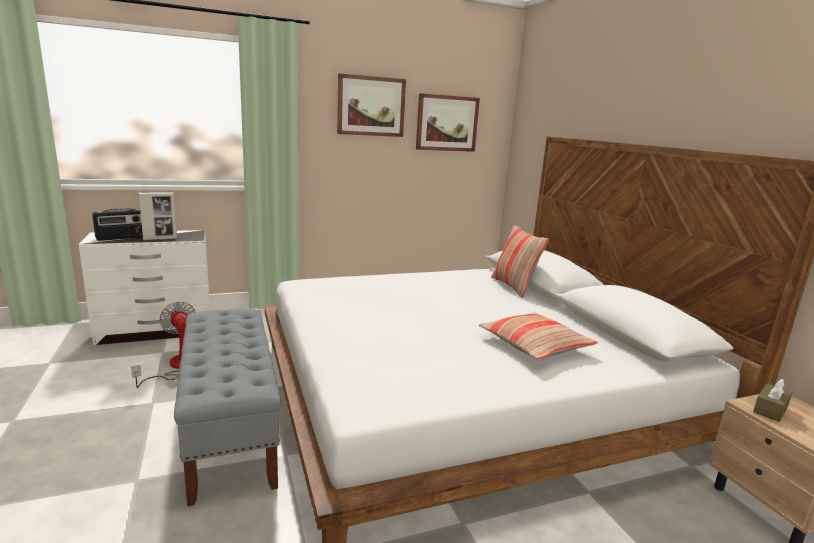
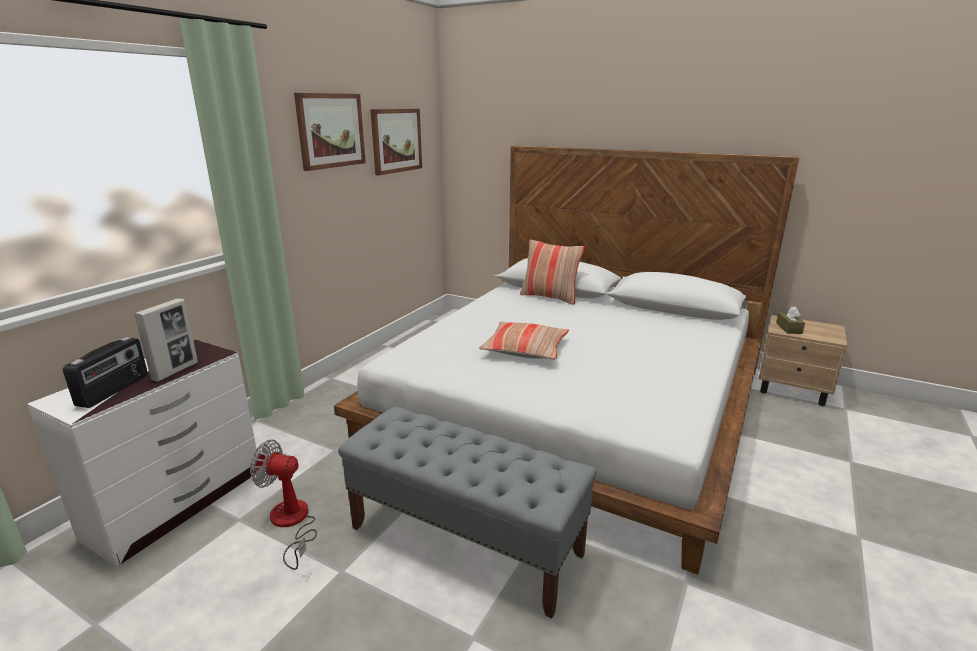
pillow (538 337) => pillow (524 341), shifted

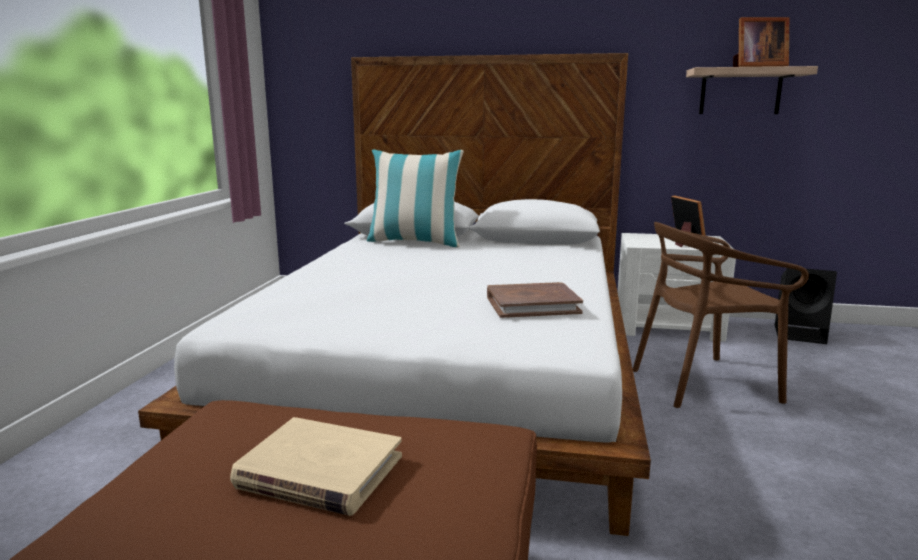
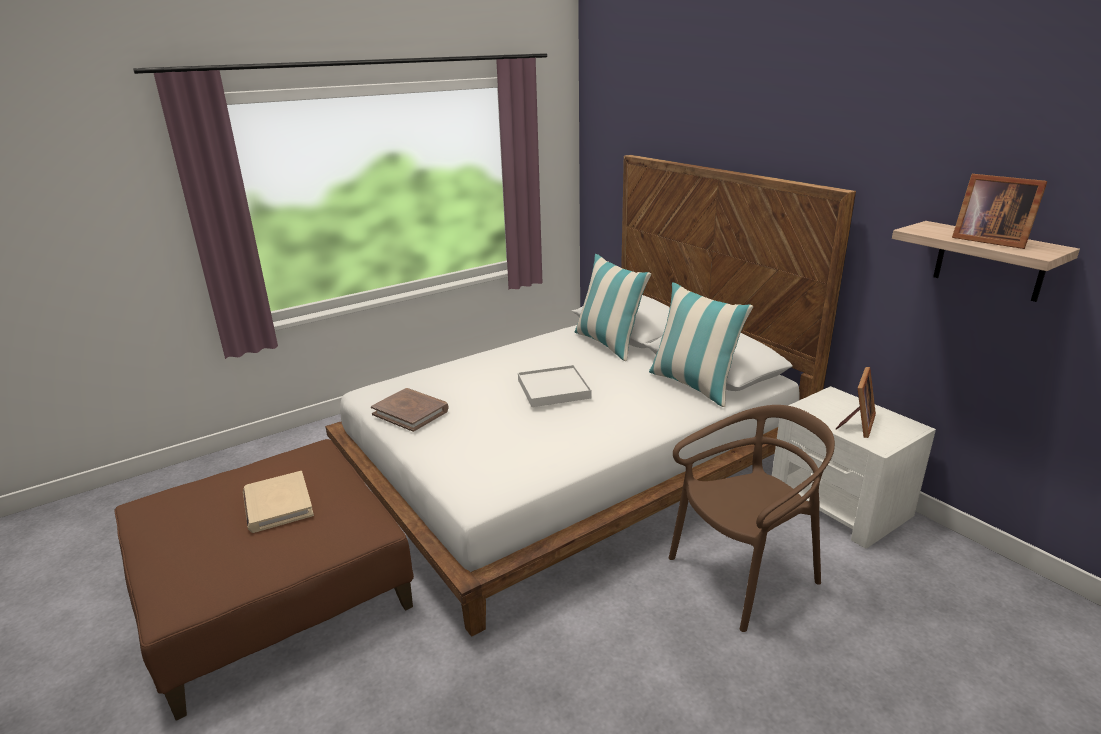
black speaker (806 306) => nothing
nothing => white tray (555 386)
nothing => pillow (701 344)
brown book (535 300) => brown book (410 410), shifted
brown chair (721 315) => brown chair (752 518), 120 degrees clockwise

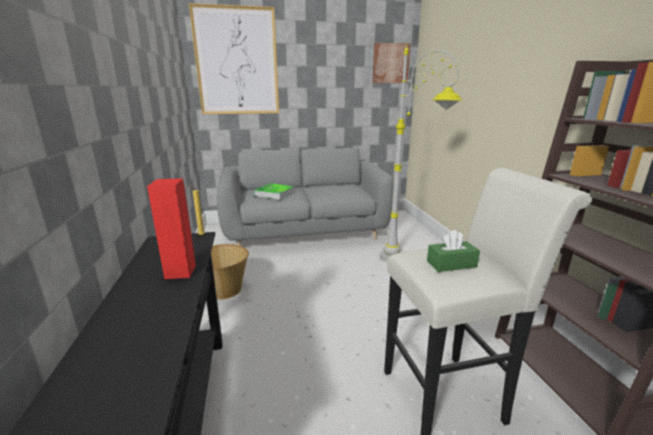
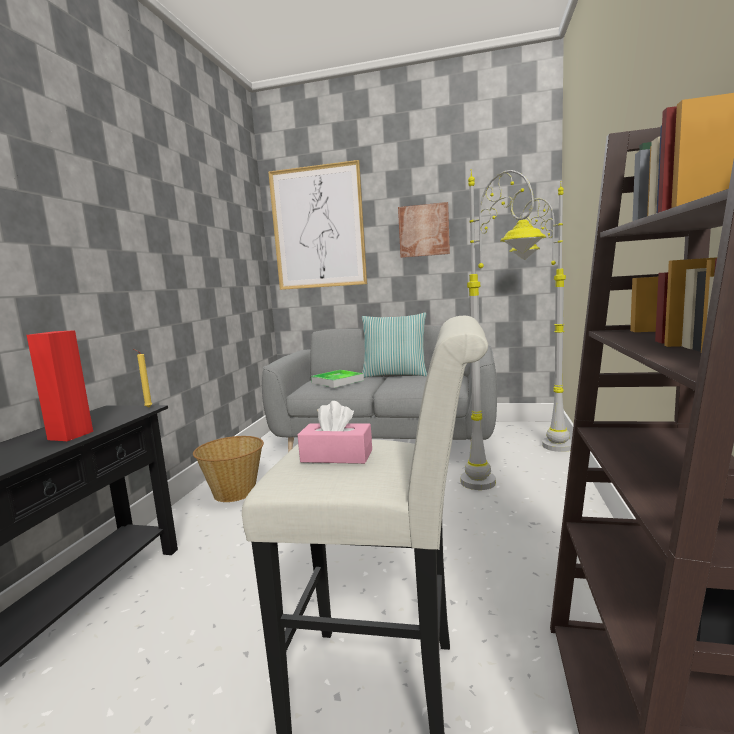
nothing => pillow (394 345)
nothing => grey floor lamp (540 316)
picture (392 63) => picture (424 230), shifted
green tissue box (453 251) => pink tissue box (335 432)

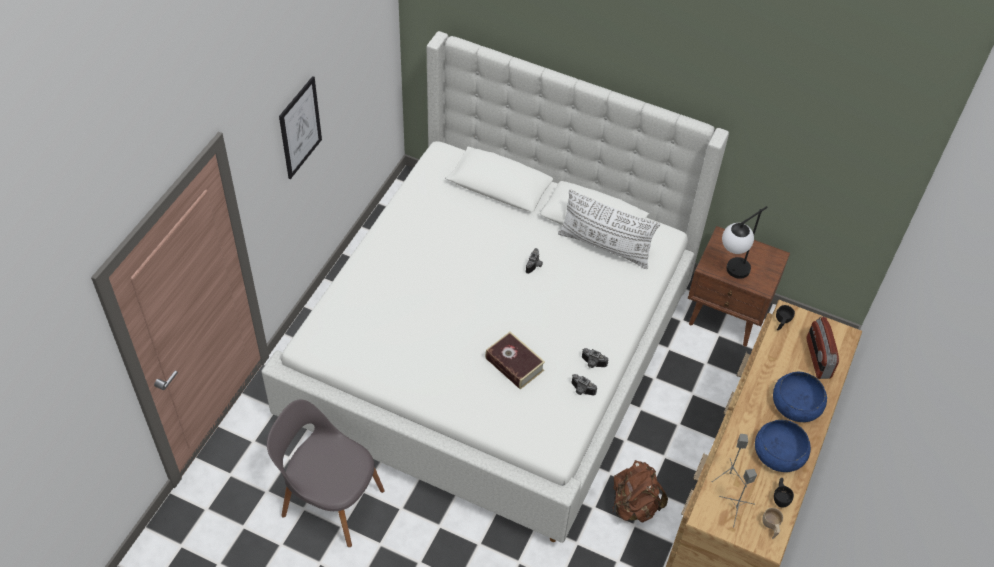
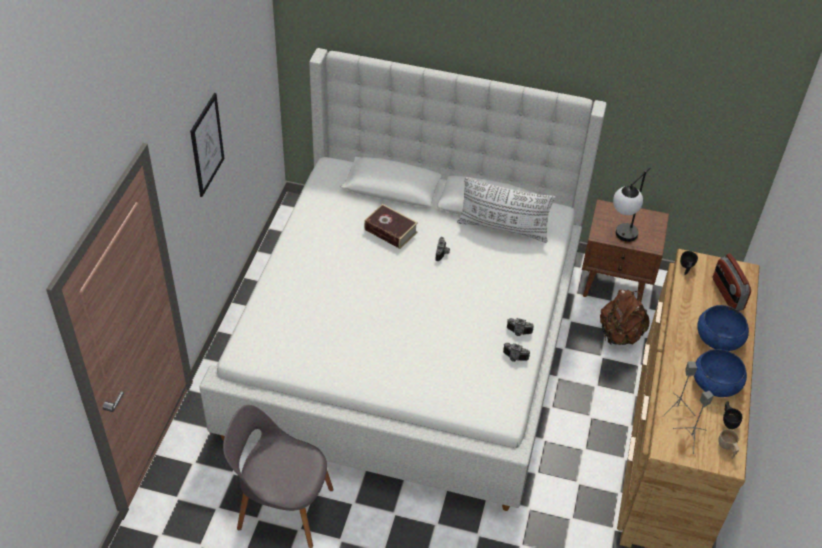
book (515 361) => book (391 226), shifted
brown backpack (640 491) => brown backpack (625 317), shifted

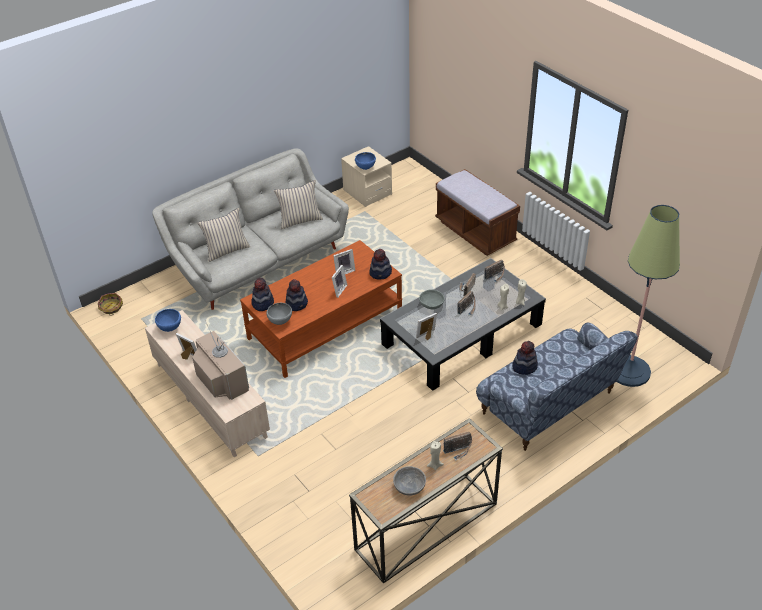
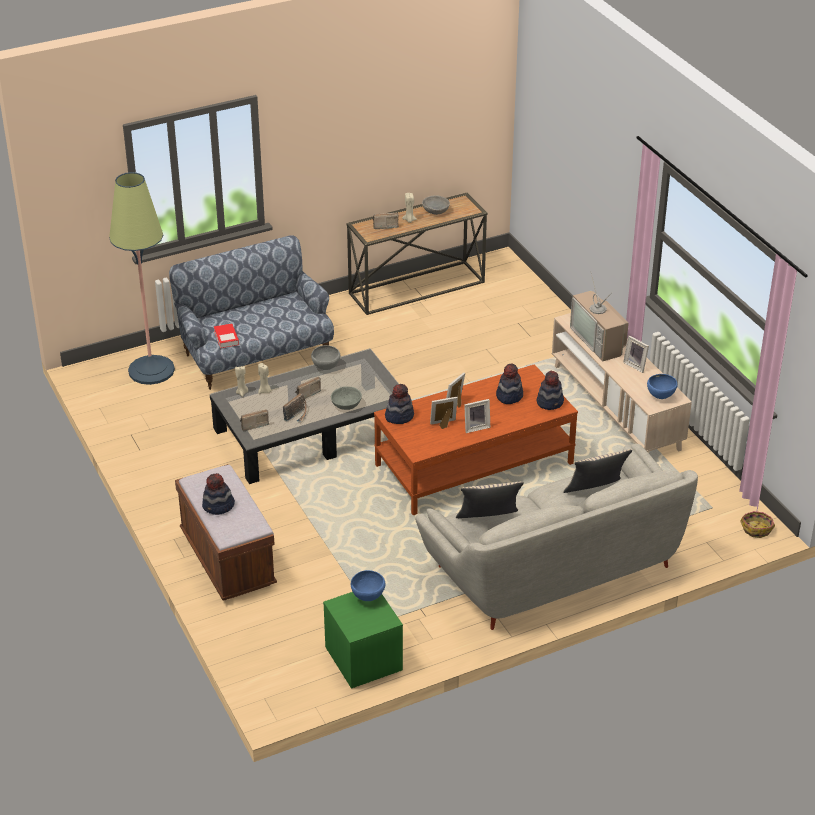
nothing => book (226 335)
grey bowl (279 314) => grey bowl (325 357), shifted
picture frame (426 326) => picture frame (477 416), shifted
hat (525 358) => hat (218 494), shifted
beige nightstand (366 176) => green nightstand (363 640)

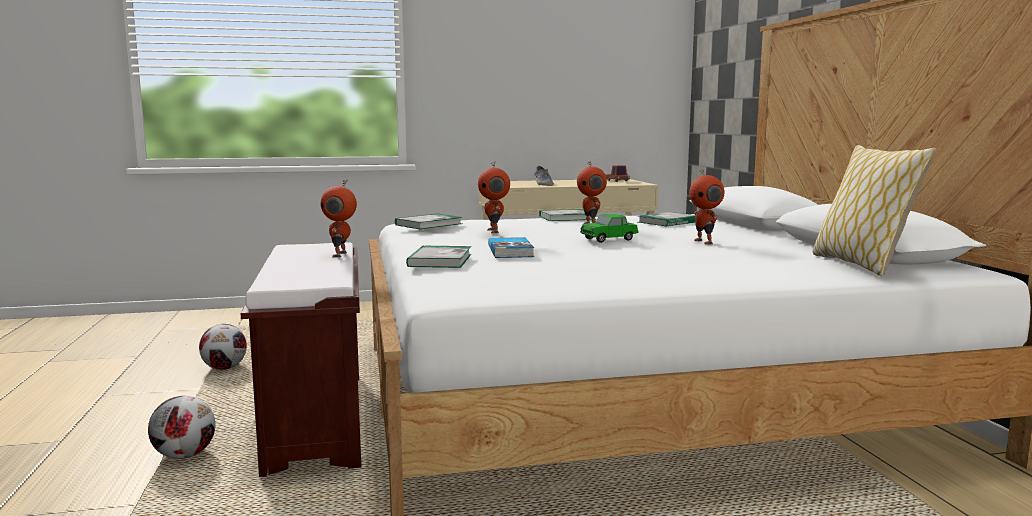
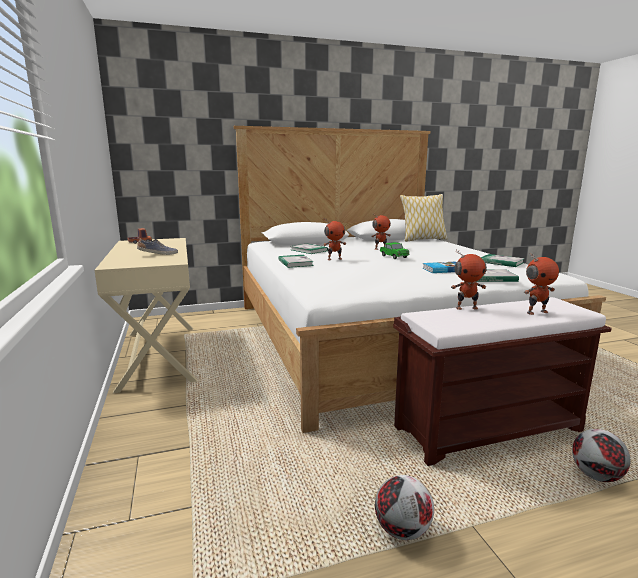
book (429 221) => book (503 260), shifted
toy robot (494 198) => toy robot (541 284), shifted

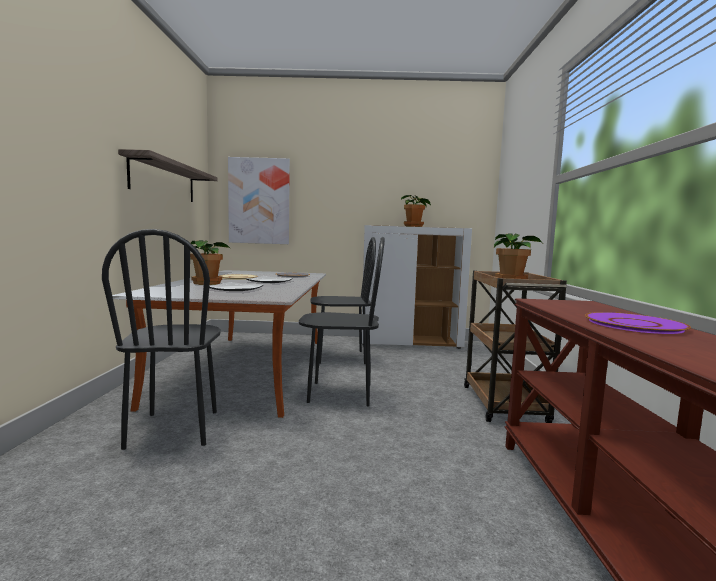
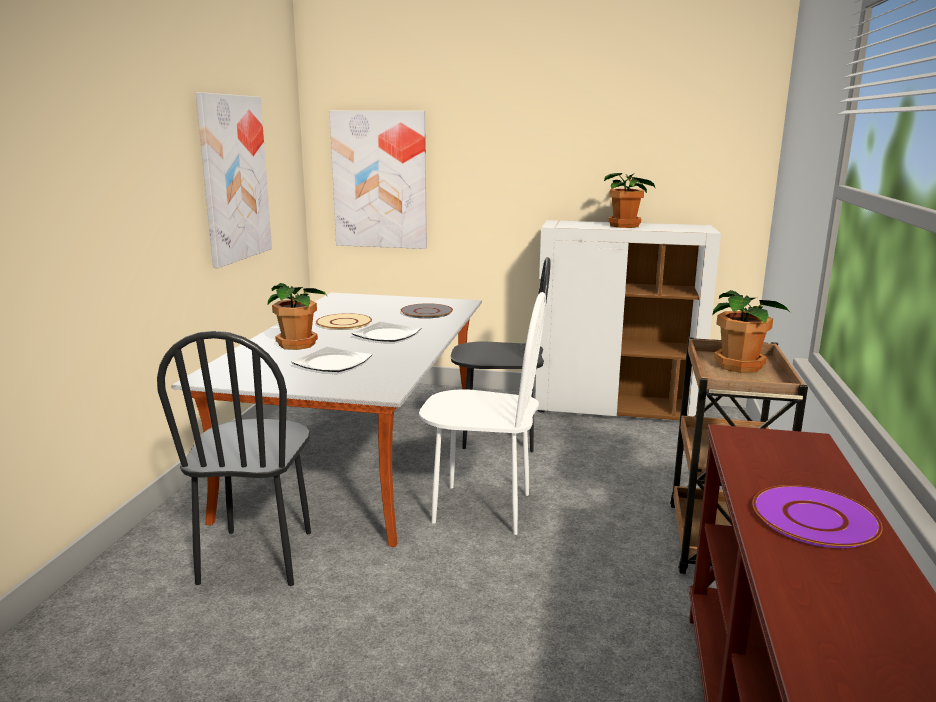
shelf (168 175) => picture (234 180)
black chair (342 322) => white chair (482 413)

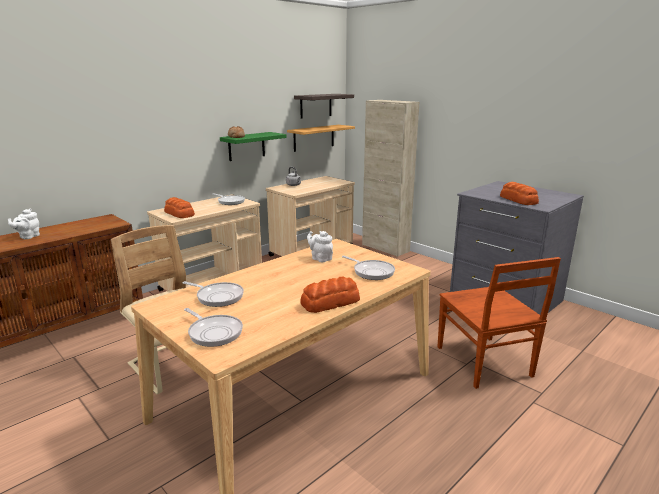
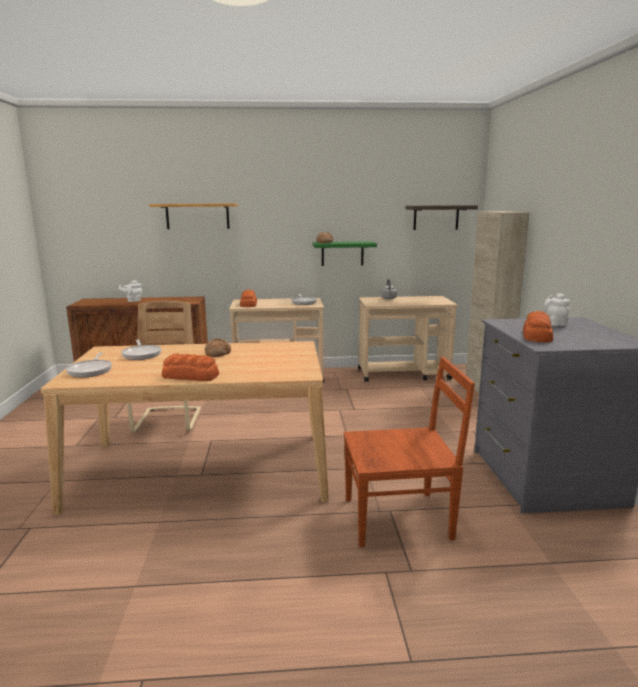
frying pan (368 268) => nothing
nothing => bread (218 348)
shelf (321 138) => shelf (193 216), shifted
white teapot (320 246) => white teapot (557 309), shifted
brown chair (499 323) => brown chair (409 452), 120 degrees counterclockwise

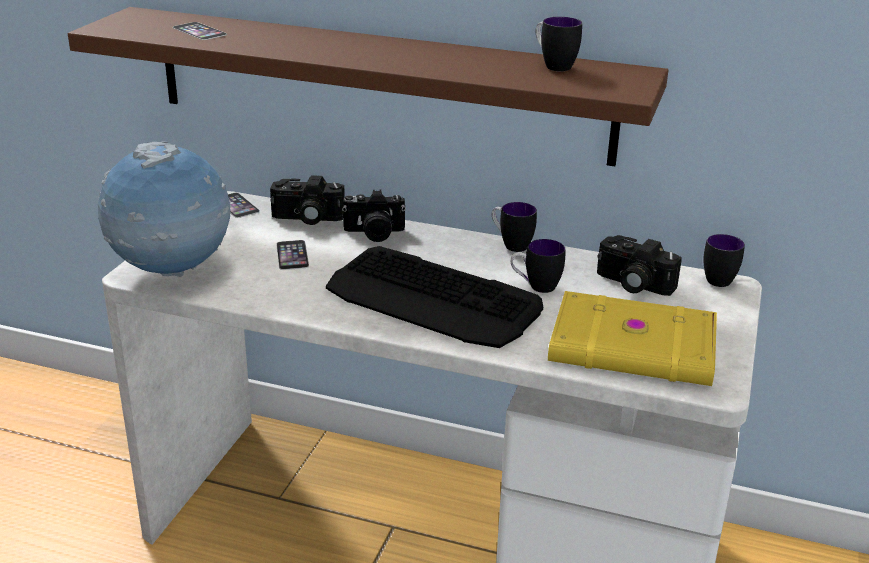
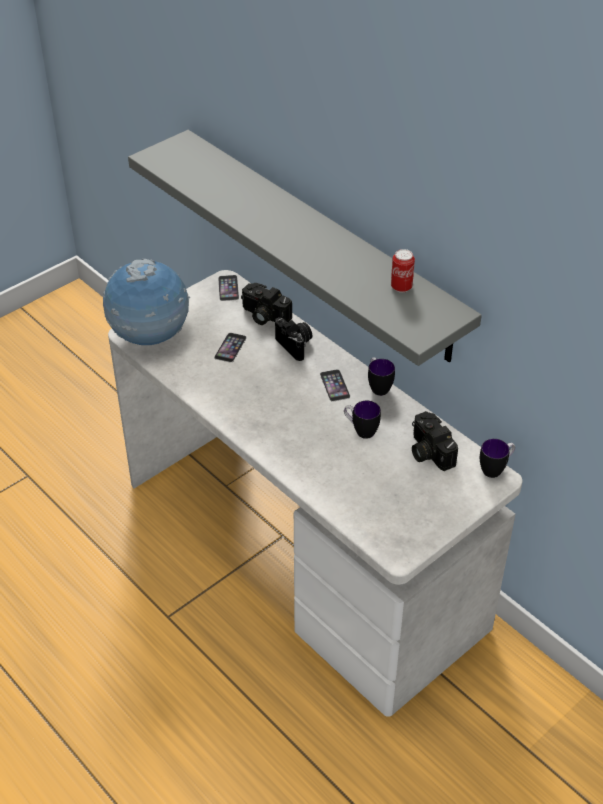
keyboard (434 297) => nothing
yellow book (632 338) => nothing
phone (200 31) => phone (335 385), shifted
mug (558 44) => can (403 271)
brown shelf (368 86) => grey shelf (305 248)
photo camera (374 216) => photo camera (293 339), 150 degrees counterclockwise

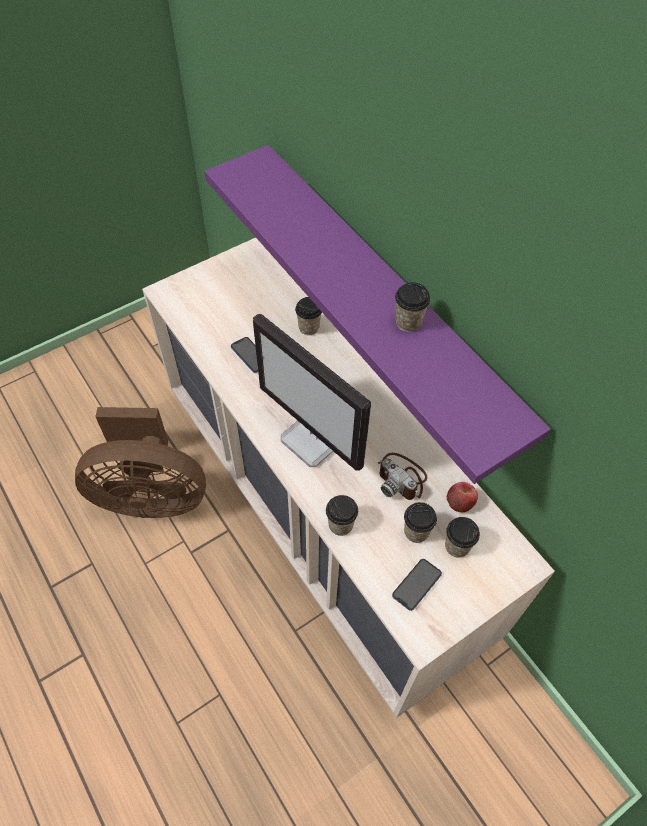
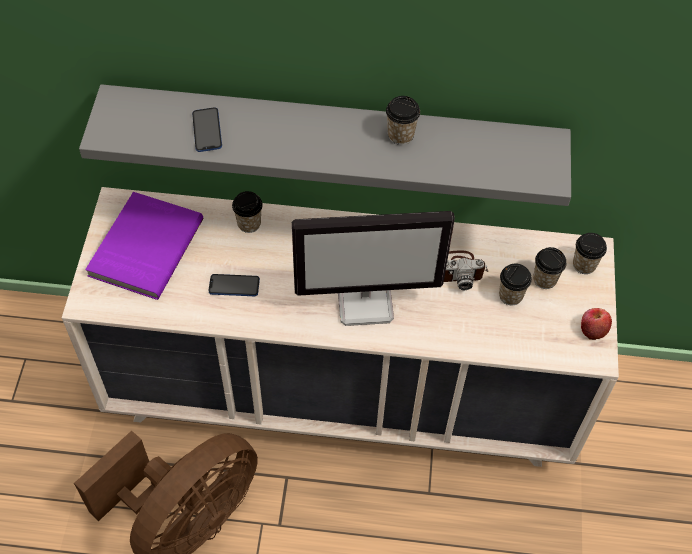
nothing => purple book (144 246)
cup (342 515) => cup (590 253), shifted
phone (417 585) => phone (207 129), shifted
apple (462 497) => apple (596 324), shifted
purple shelf (378 314) => grey shelf (325 145)

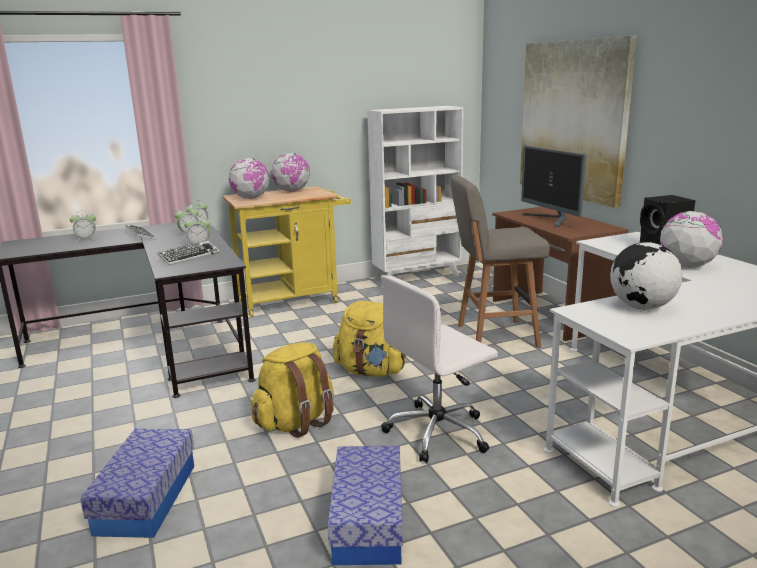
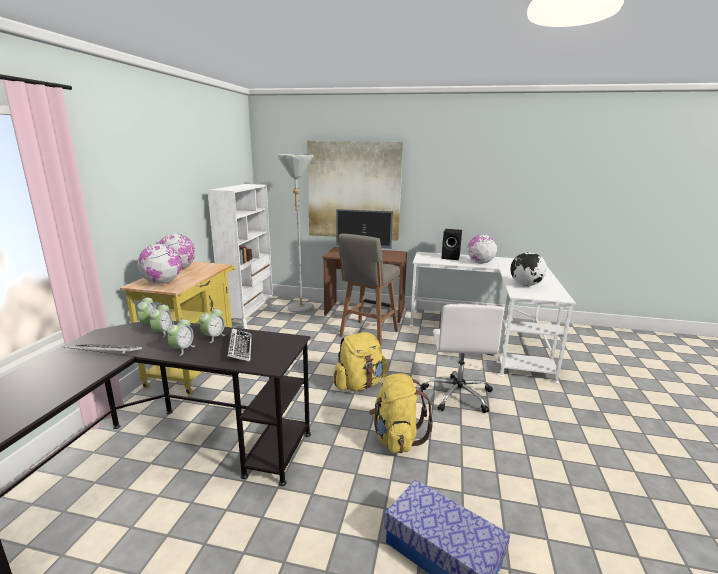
storage box (365 505) => nothing
nothing => grey floor lamp (295 233)
alarm clock (83 226) => alarm clock (181 336), shifted

